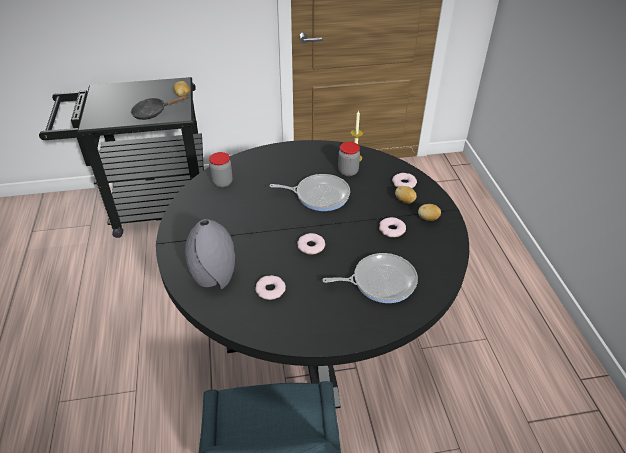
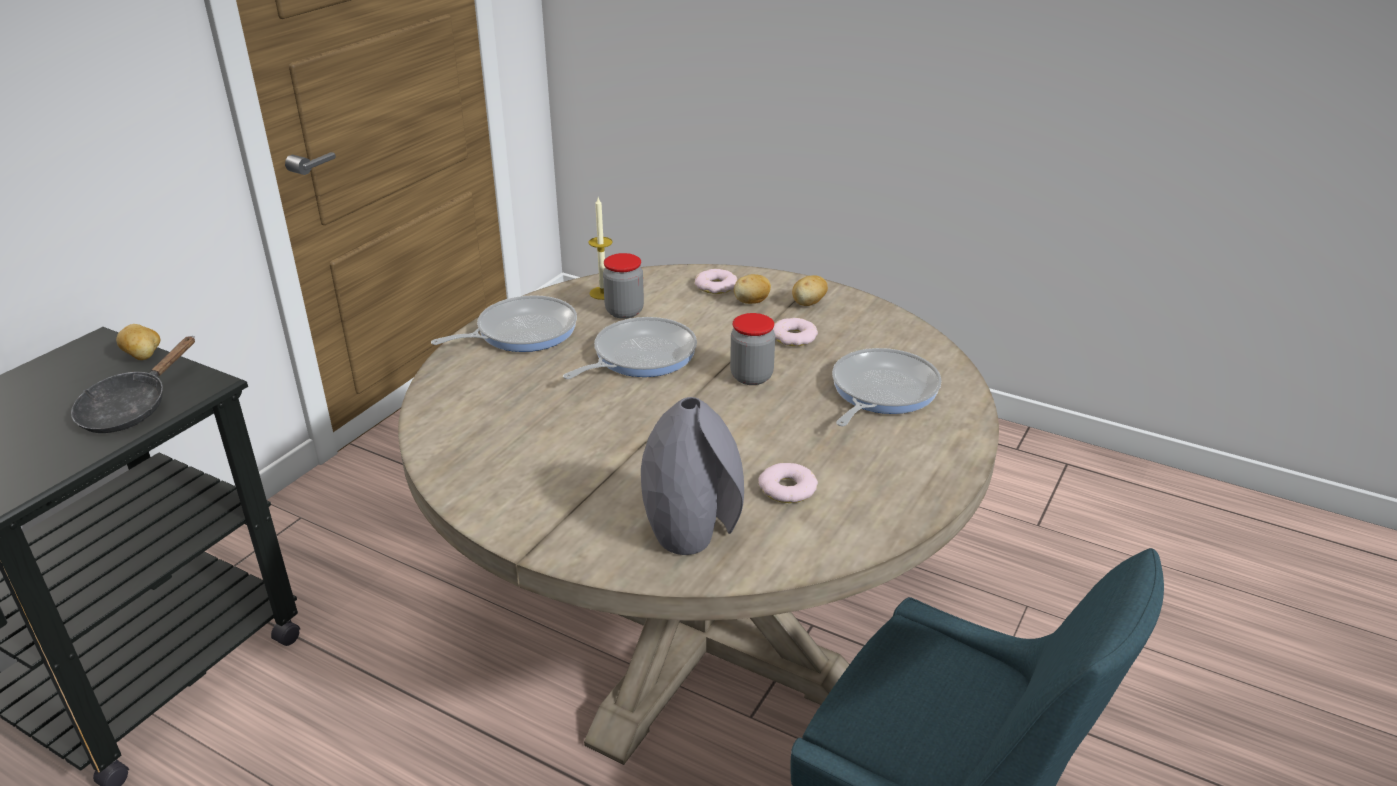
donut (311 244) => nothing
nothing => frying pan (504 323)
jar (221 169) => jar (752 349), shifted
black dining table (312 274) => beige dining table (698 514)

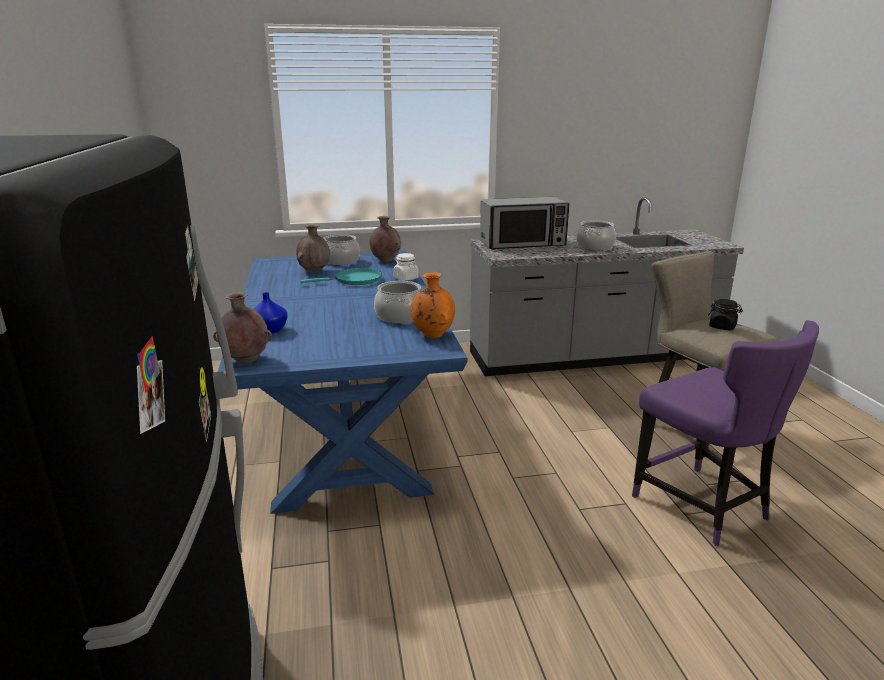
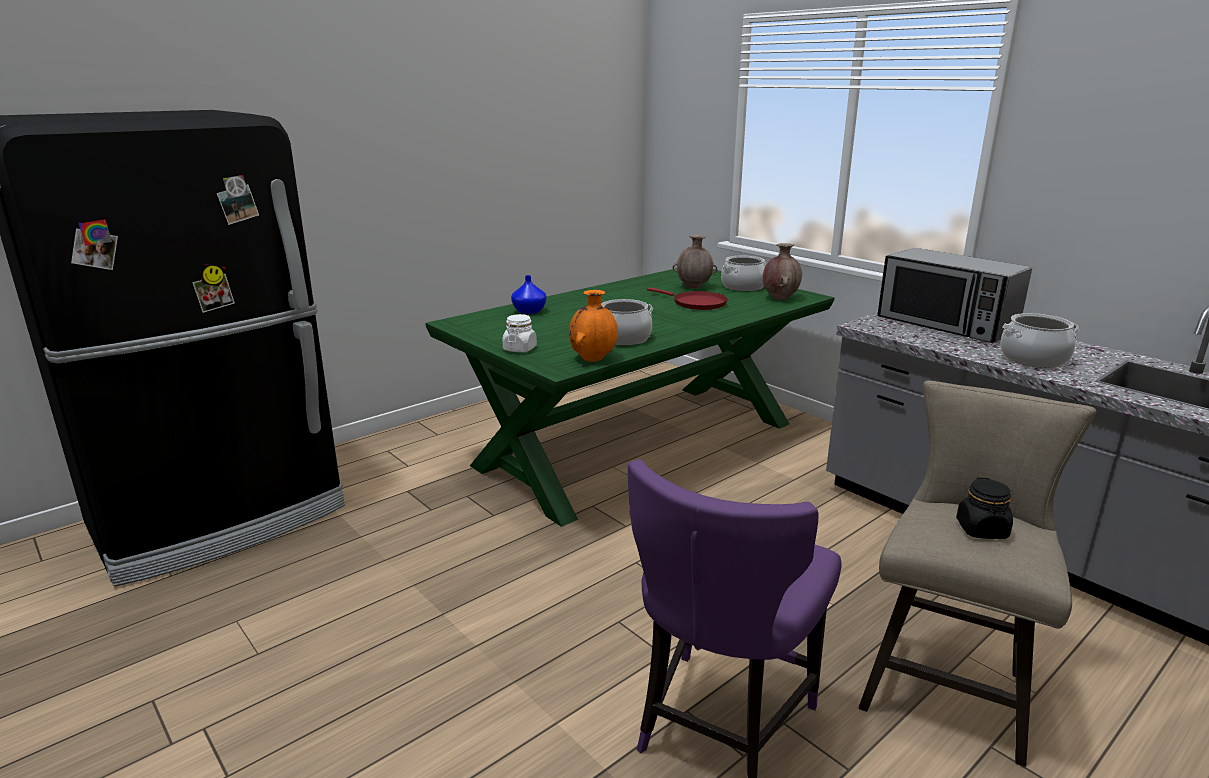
brown vase (242 327) => nothing
white jar (406 267) => white jar (520 333), shifted
blue dining table (342 382) => green dining table (629 397)
turquoise frying pan (341 276) => red frying pan (687 298)

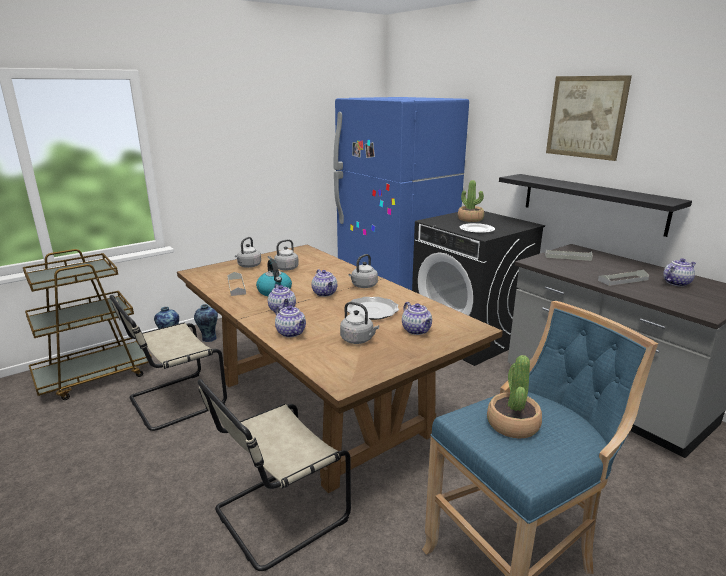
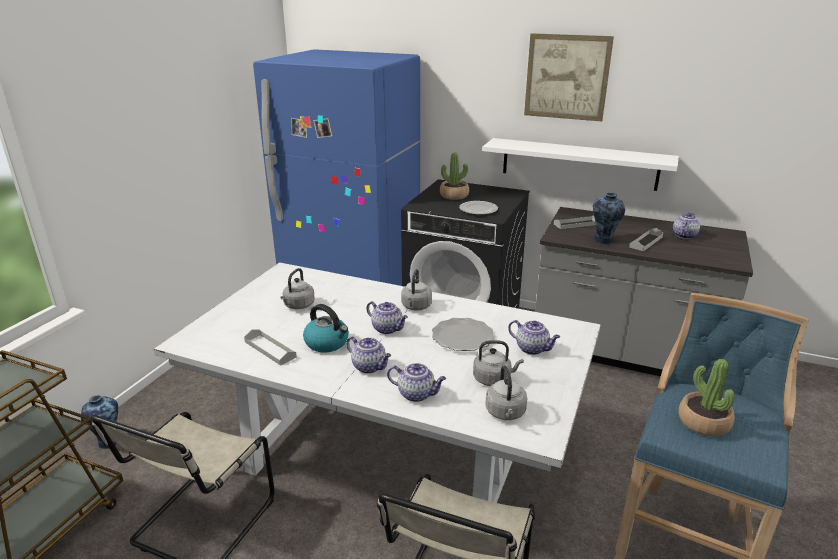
vase (206 323) => vase (609 218), shifted
grey kettle (248 252) => grey kettle (506 392), shifted
brown dining table (340 369) => white dining table (377 382)
black shelf (595 205) => white shelf (580 164)

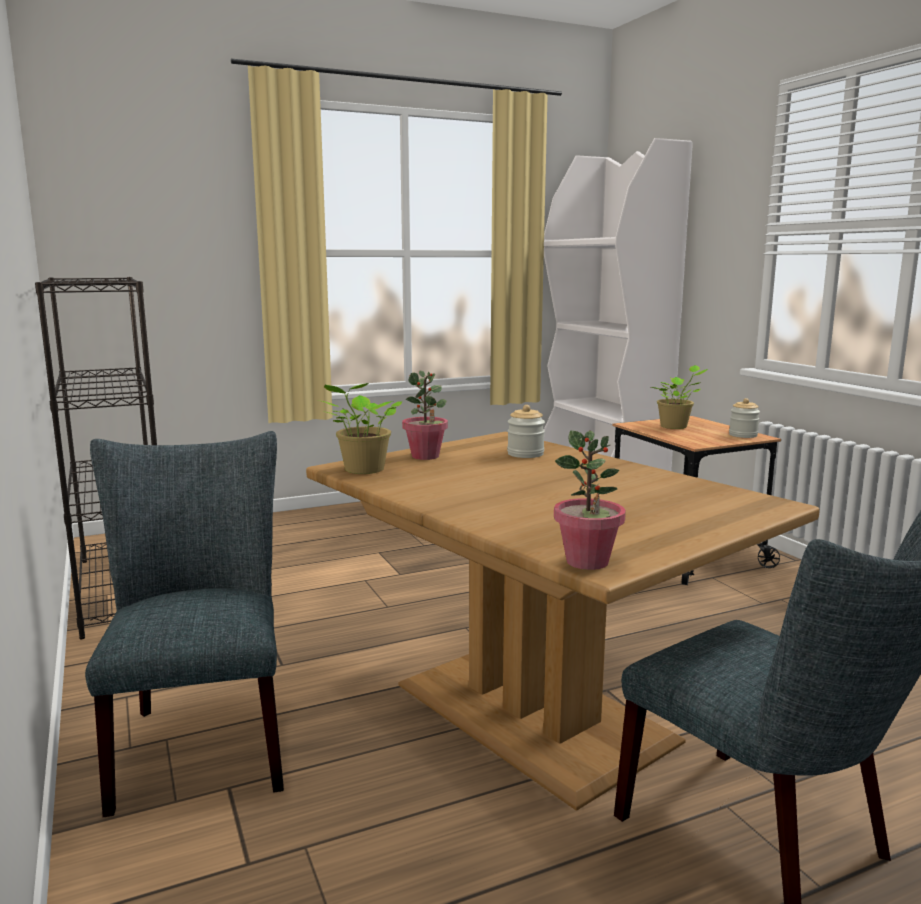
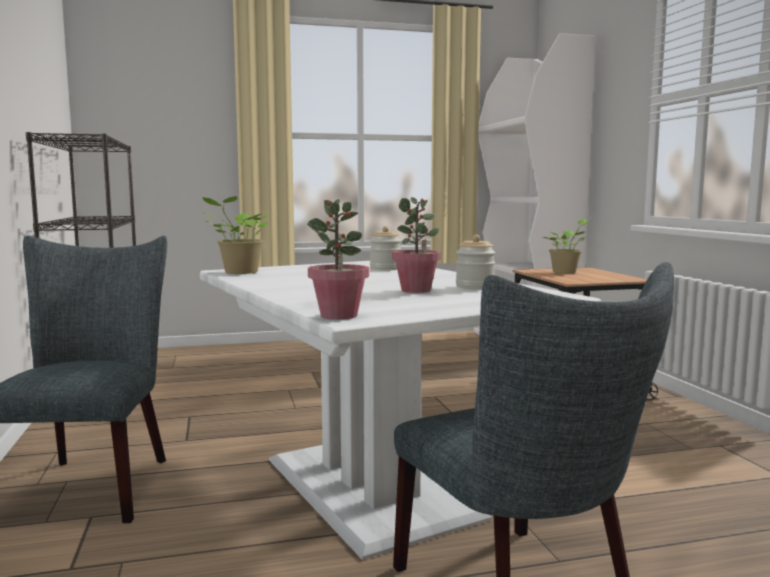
potted plant (425 415) => potted plant (416 245), shifted
jar (744 418) => jar (475 262), shifted
brown dining table (563 621) => white dining table (400 410)

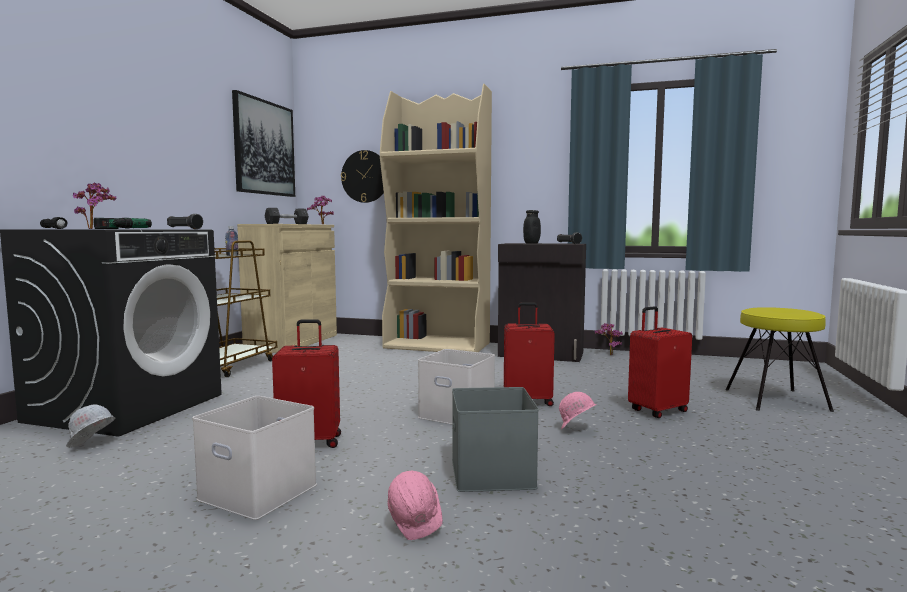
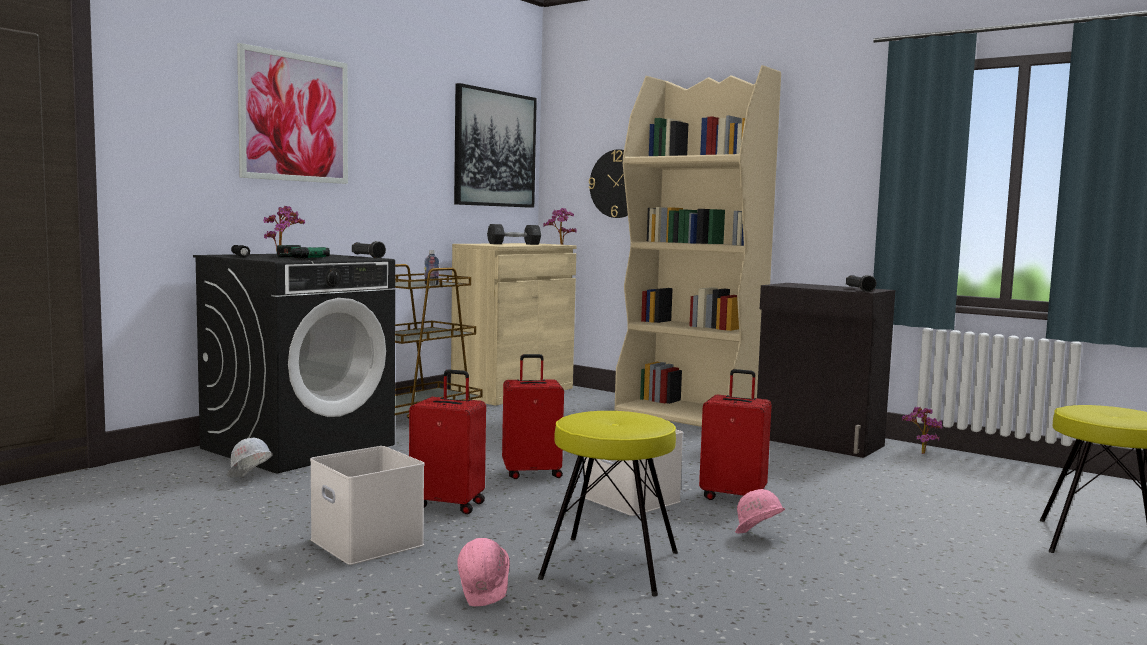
black jar (532 227) => nothing
nothing => picture (292 113)
red suitcase (660 362) => red suitcase (533 416), shifted
grey storage box (495 439) => yellow stool (608 504)

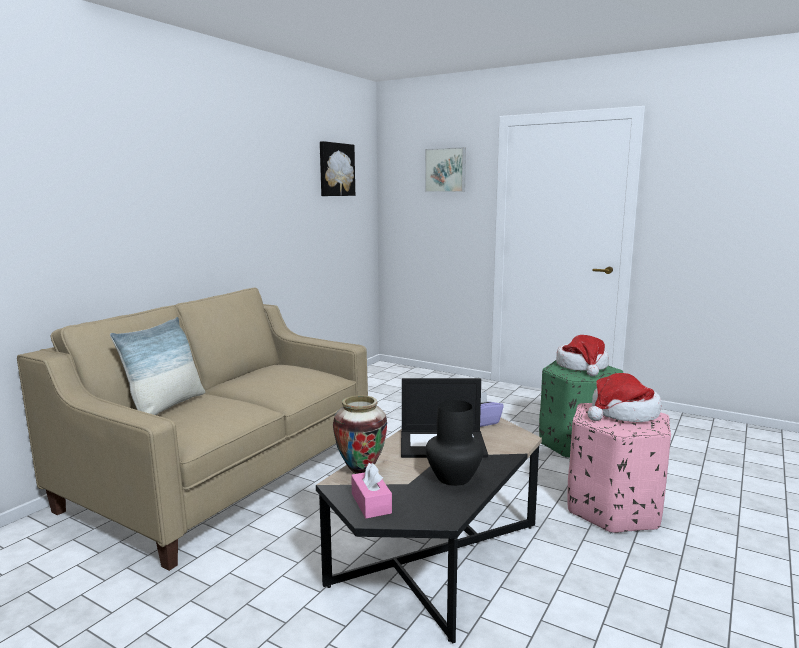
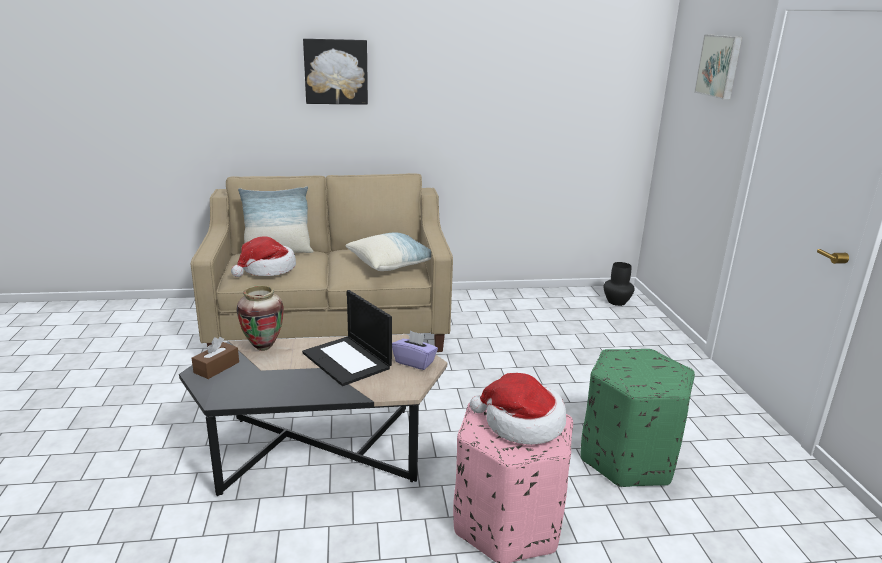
nothing => pillow (388 251)
picture (337 168) => picture (335 71), shifted
black vase (455 443) => black vase (619 284), shifted
hat (582 355) => hat (263 257), shifted
pink tissue box (371 491) => brown tissue box (215 358)

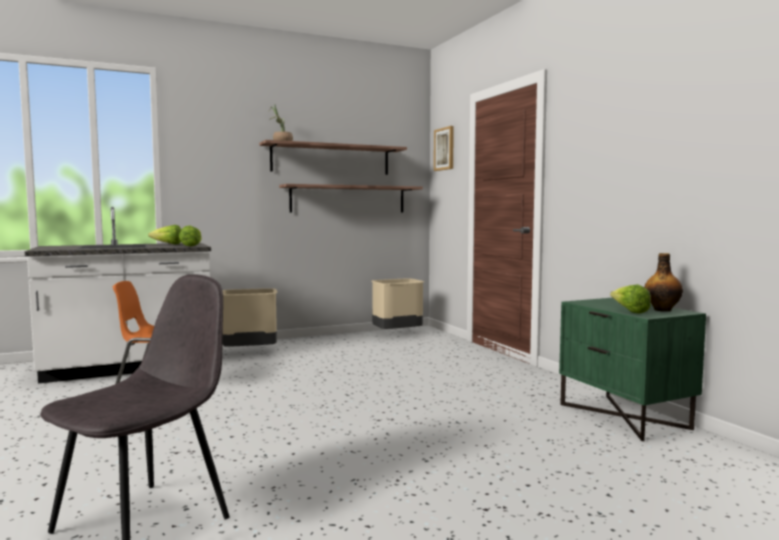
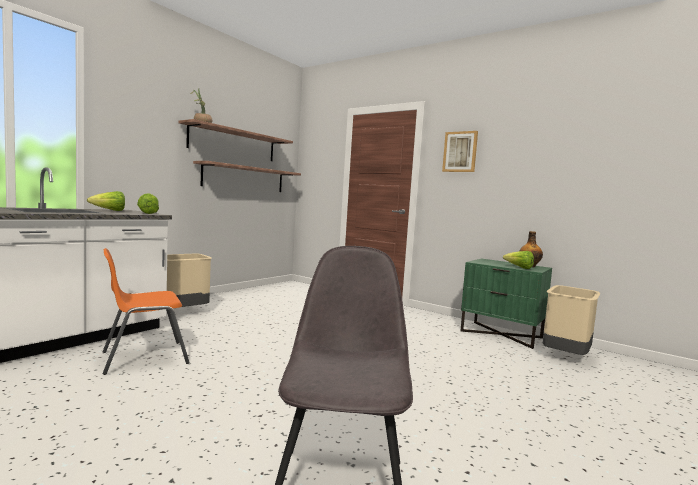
beige trash can (397 303) => beige trash can (571 320), shifted
picture (444 148) => picture (460 151), shifted

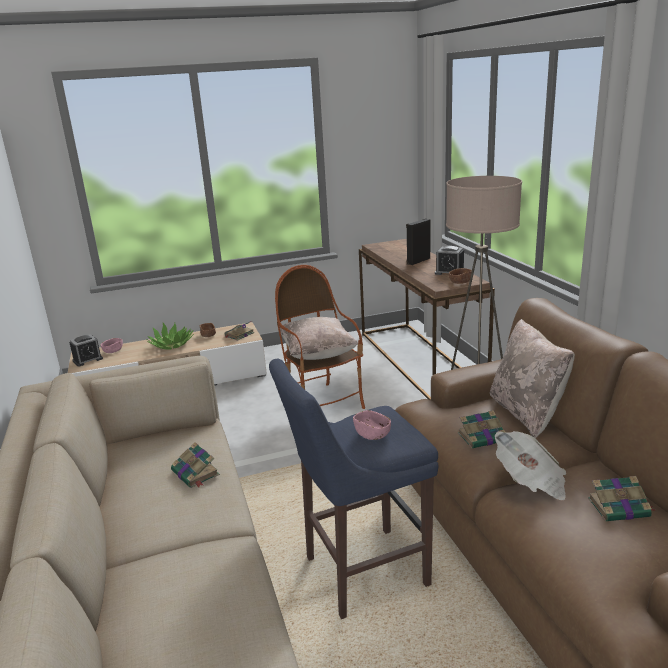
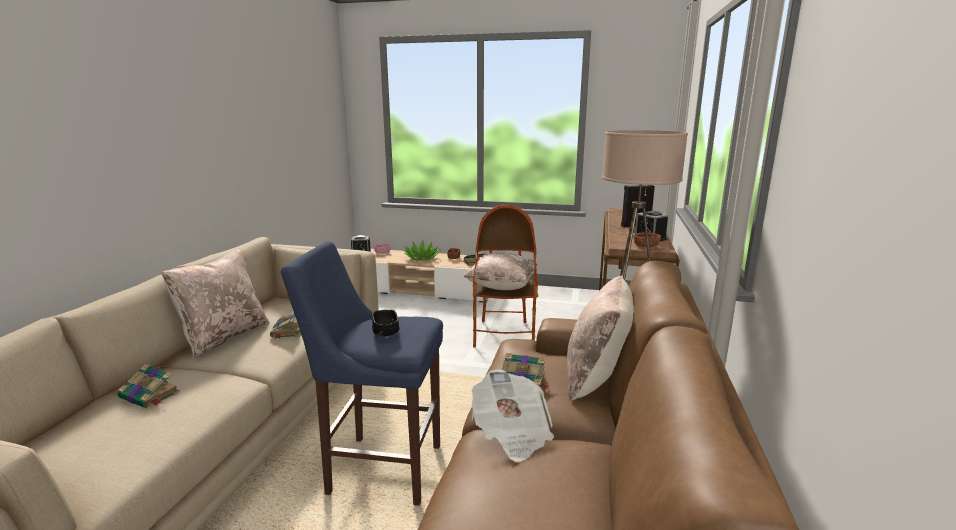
nothing => beige pillow (215 304)
book (621 499) => book (148 386), shifted
pink bowl (372 425) => black bowl (385 323)

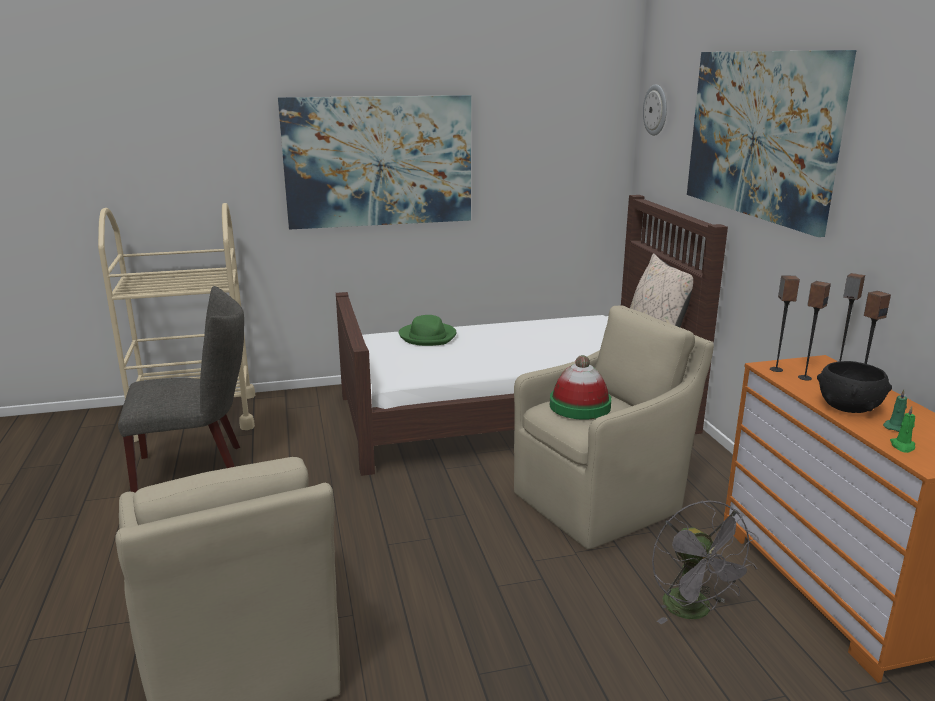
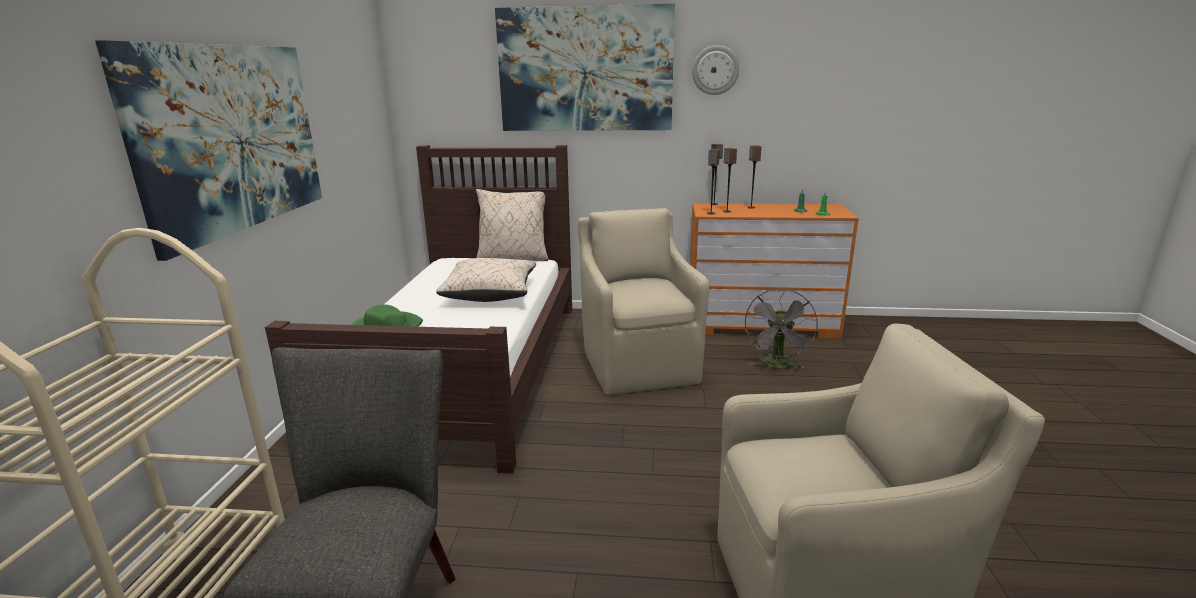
hat (580 387) => nothing
black bowl (854 387) => nothing
nothing => beige pillow (486 280)
wall clock (655 110) => wall clock (716 70), shifted
grey fan (705 562) => grey fan (781 328), 105 degrees clockwise

